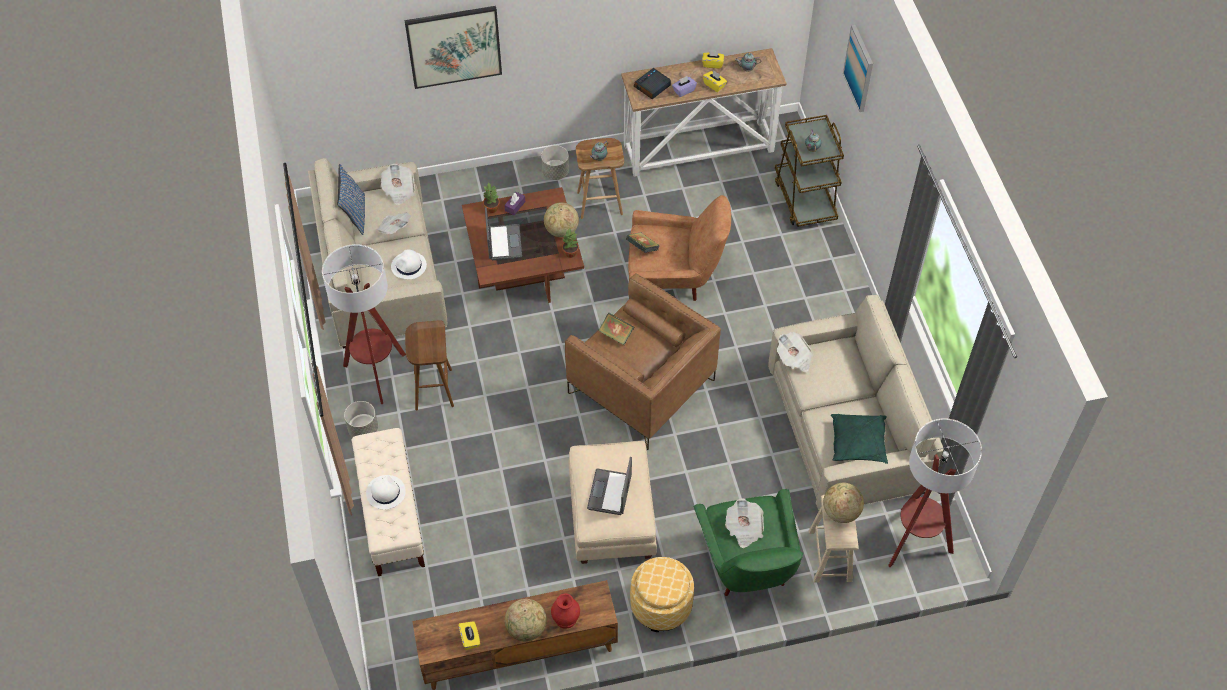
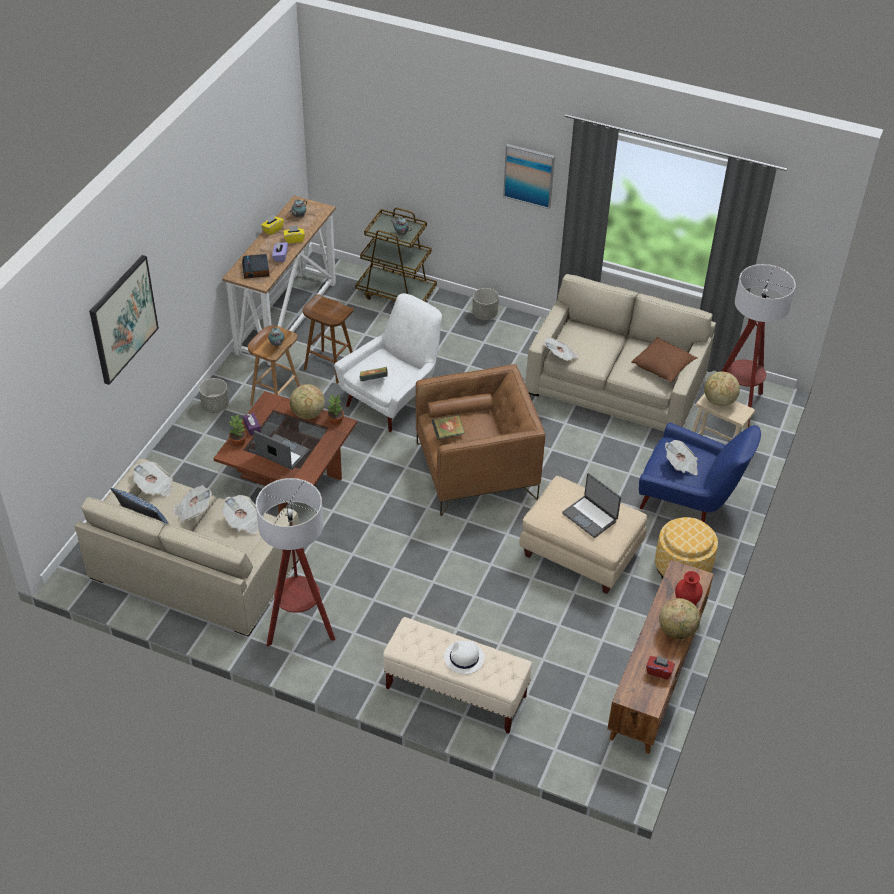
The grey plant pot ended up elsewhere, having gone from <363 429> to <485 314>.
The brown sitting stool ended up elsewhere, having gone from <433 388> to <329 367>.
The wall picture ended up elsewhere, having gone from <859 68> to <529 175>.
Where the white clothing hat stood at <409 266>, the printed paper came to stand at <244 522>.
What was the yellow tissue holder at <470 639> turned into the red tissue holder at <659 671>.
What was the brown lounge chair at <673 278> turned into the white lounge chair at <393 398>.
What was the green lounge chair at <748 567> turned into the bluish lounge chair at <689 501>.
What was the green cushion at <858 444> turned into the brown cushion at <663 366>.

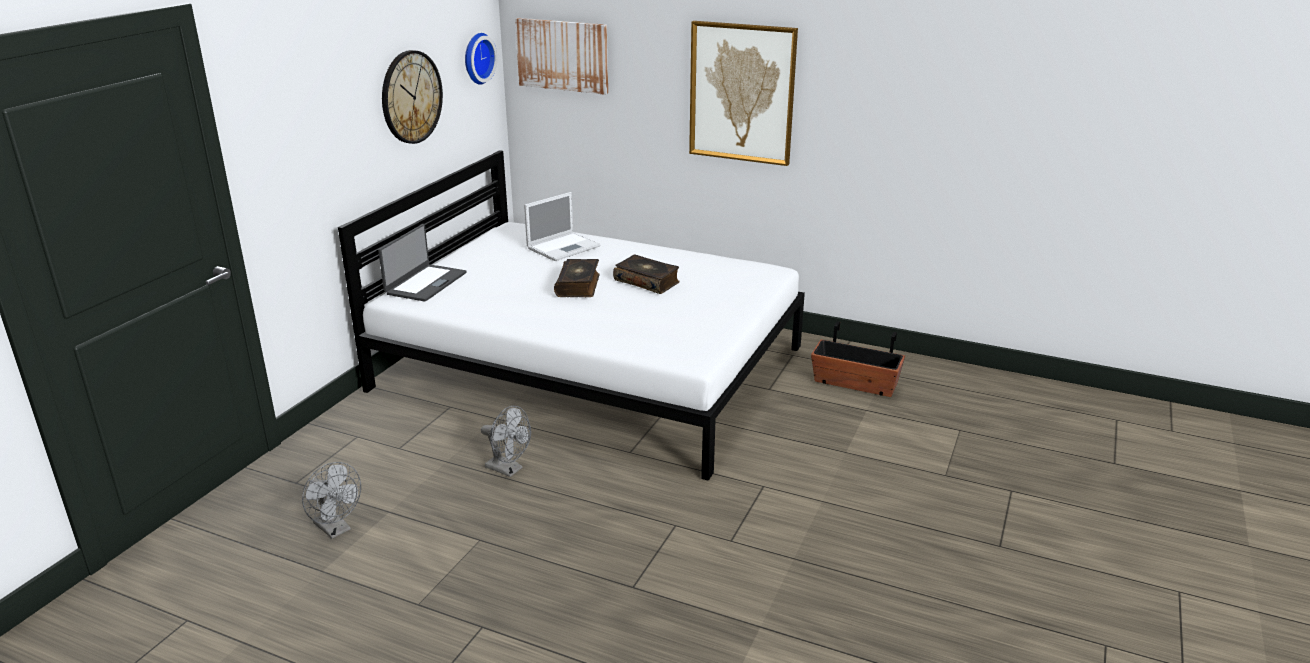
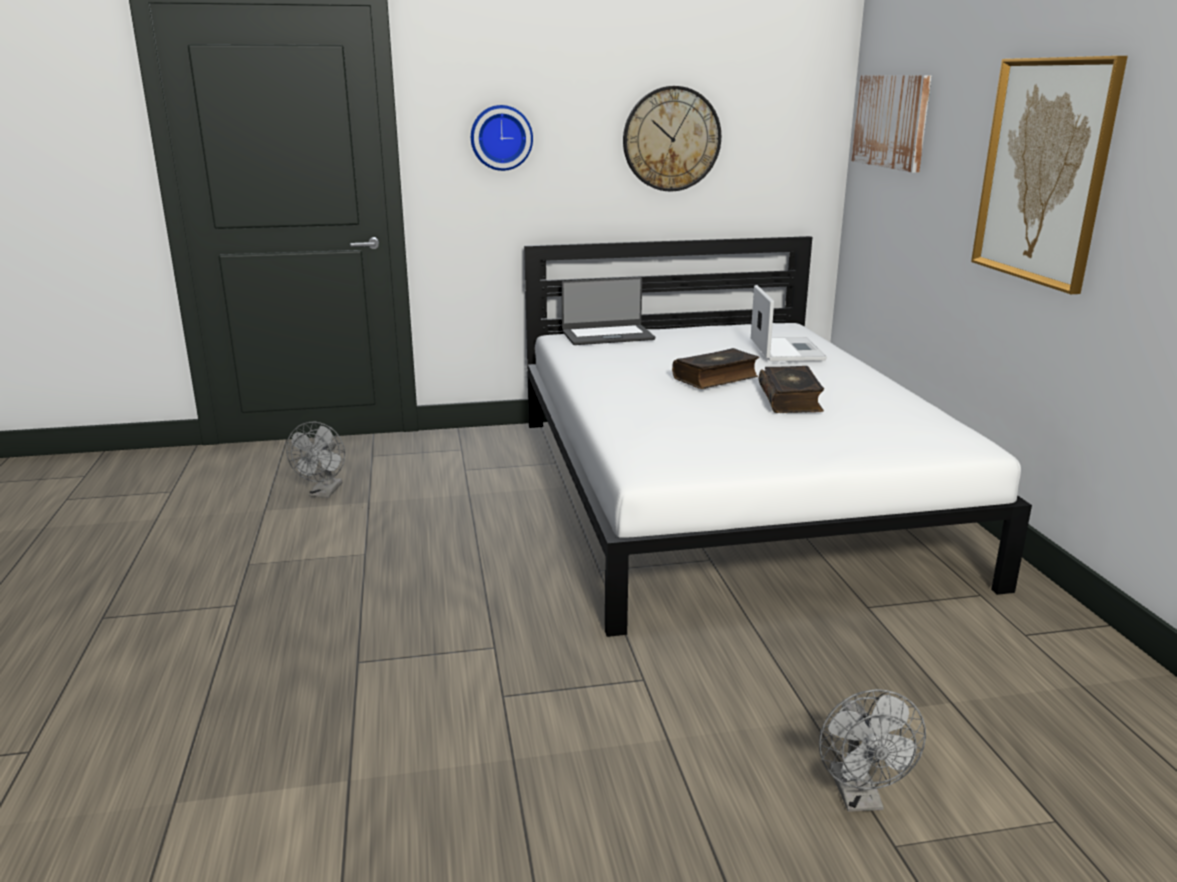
The second view lost the plant pot at <855 383>.
The clock on the wall ended up elsewhere, having gone from <476 58> to <501 137>.
The grey cooling fan ended up elsewhere, having gone from <508 469> to <859 798>.
The laptop at <564 247> ended up facing another way, 105 degrees counterclockwise from before.

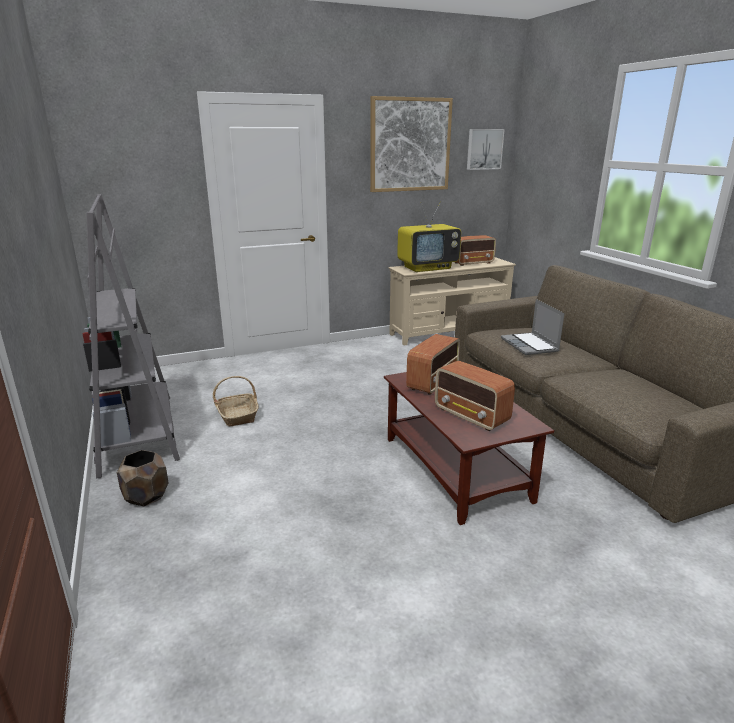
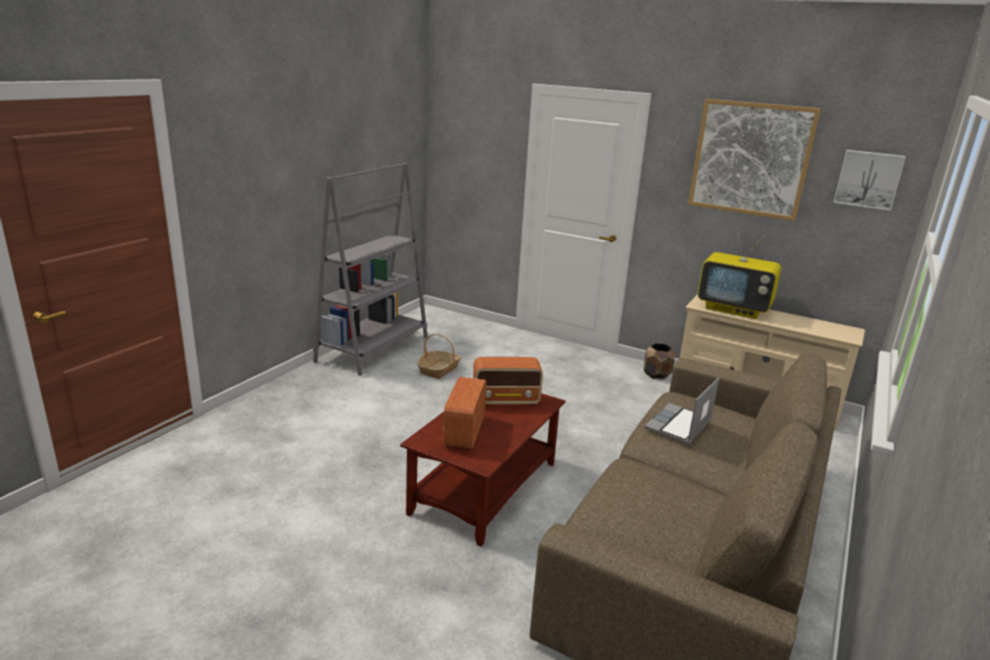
The second view lost the radio set at <472 263>.
The brown plant pot ended up elsewhere, having gone from <146 496> to <657 374>.

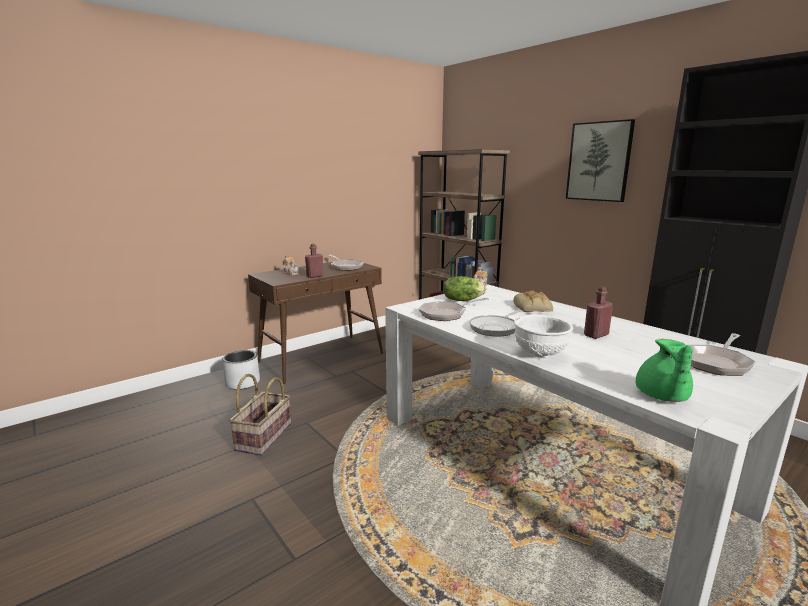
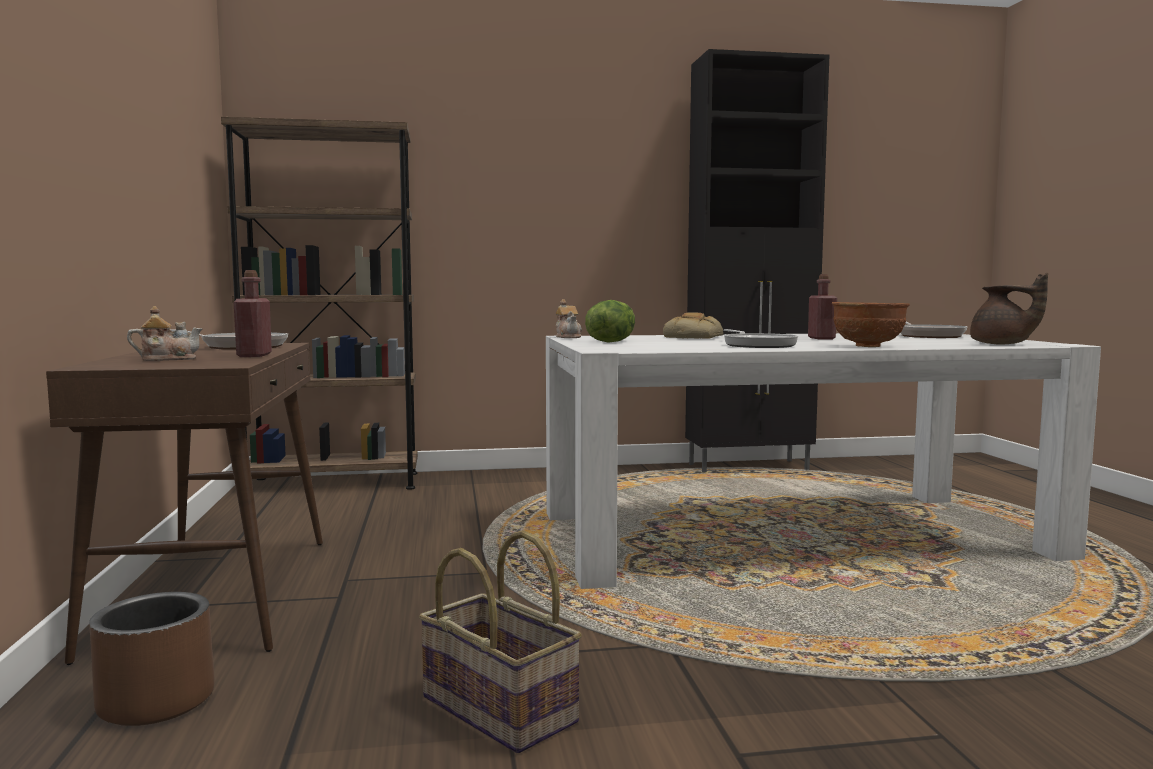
The second view lost the skillet at <446 314>.
The second view lost the wall picture at <599 161>.
What was the grey plant pot at <243 383> turned into the brown plant pot at <156 701>.
What was the white deep dish at <540 354> turned into the brown deep dish at <869 346>.
What was the green pot for tea at <661 396> turned into the brown pot for tea at <1002 344>.

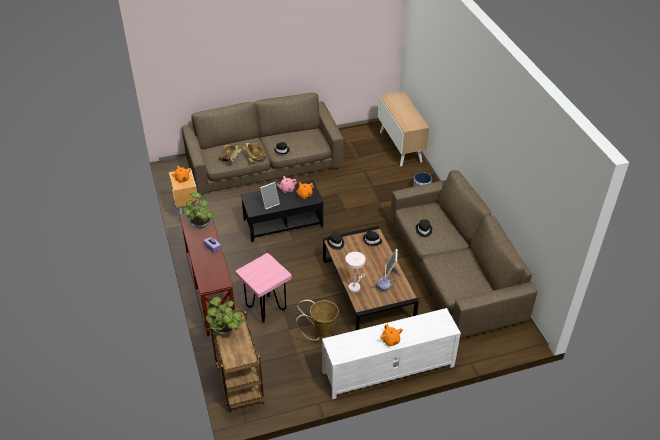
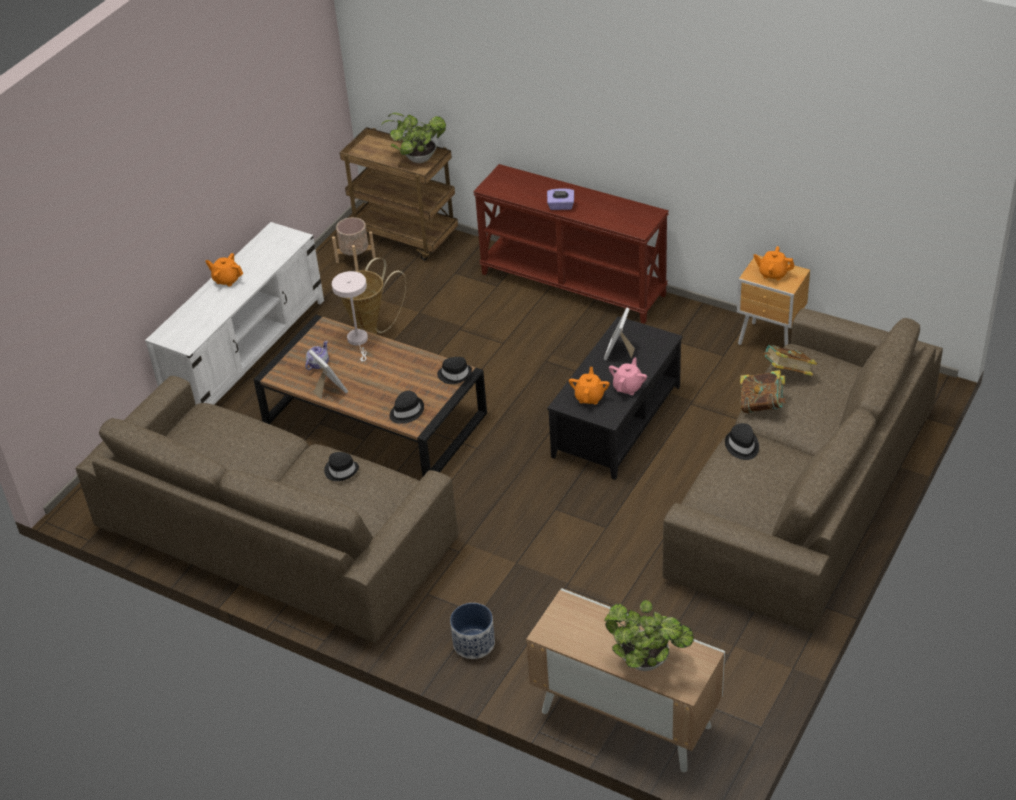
The second view lost the pink-coloured sitting stool at <266 309>.
The second view gained the sand-coloured plant pot at <355 259>.
The houseplant ended up elsewhere, having gone from <200 224> to <648 662>.

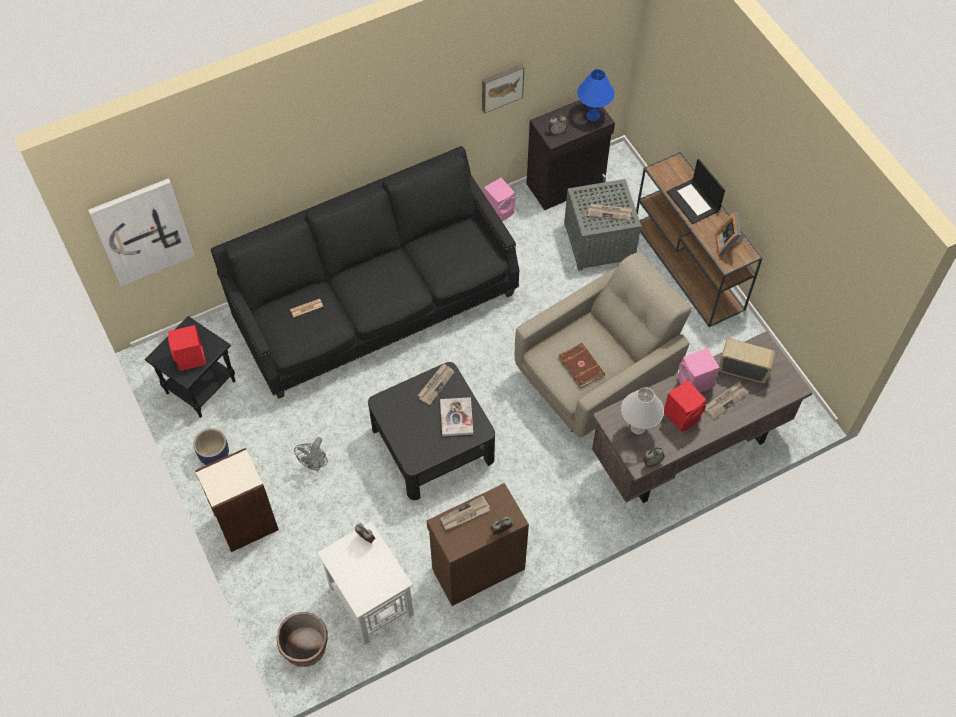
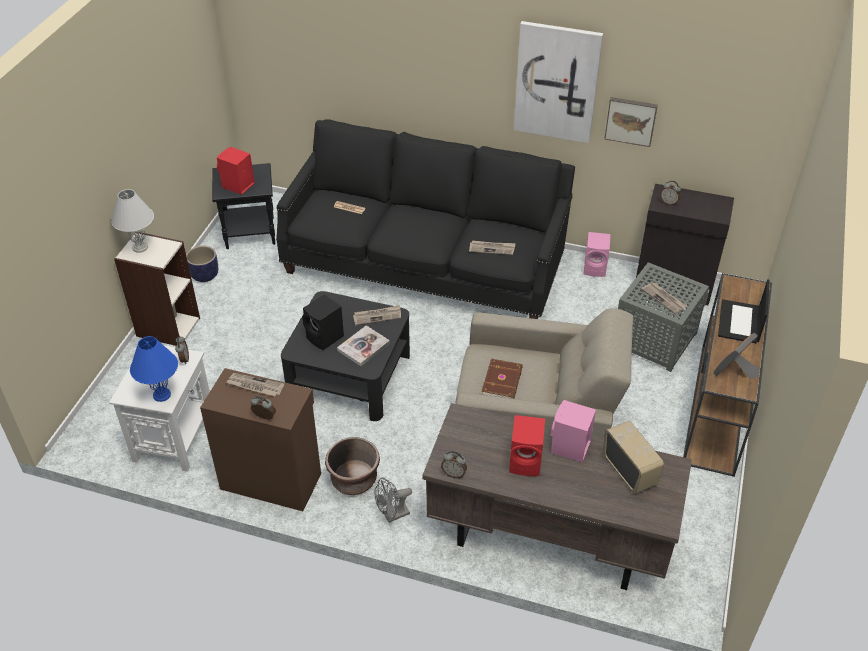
The second view gained the blackish speaker at <325 338>.
The wall picture ended up elsewhere, having gone from <142 231> to <557 82>.
The brown plant pot ended up elsewhere, having gone from <305 647> to <354 480>.
The grey cooling fan ended up elsewhere, having gone from <315 464> to <392 515>.
The bluish table lamp ended up elsewhere, having gone from <593 115> to <162 395>.
The white table lamp ended up elsewhere, having gone from <637 427> to <140 247>.
The printed paper ended up elsewhere, having gone from <725 400> to <492 248>.

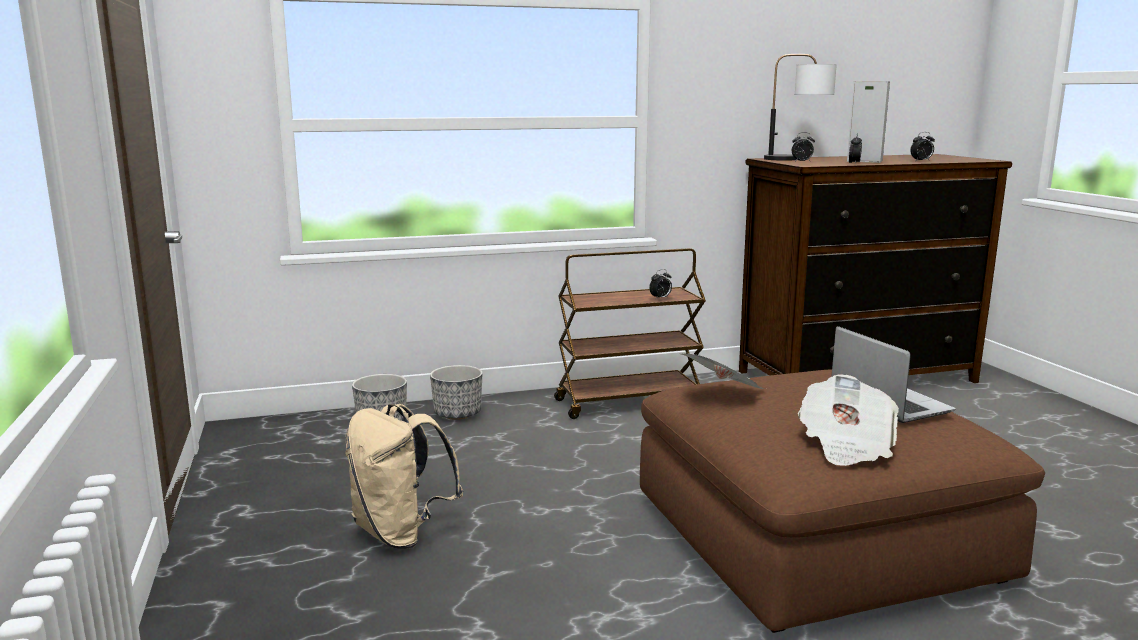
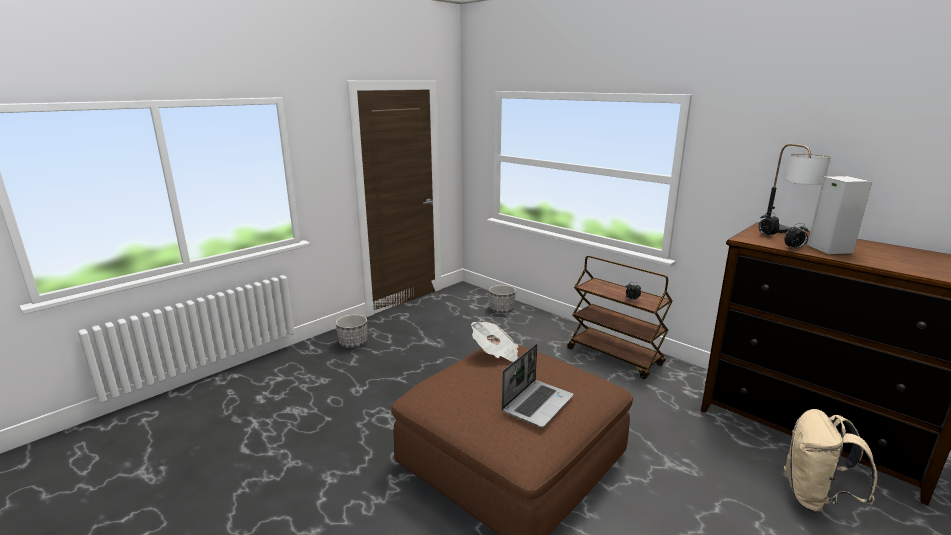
The second view lost the printed paper at <845 446>.
The second view lost the bedside clock at <921 161>.
The sand-coloured knapsack ended up elsewhere, having gone from <401 533> to <815 497>.
The plant pot ended up elsewhere, having gone from <457 414> to <353 343>.

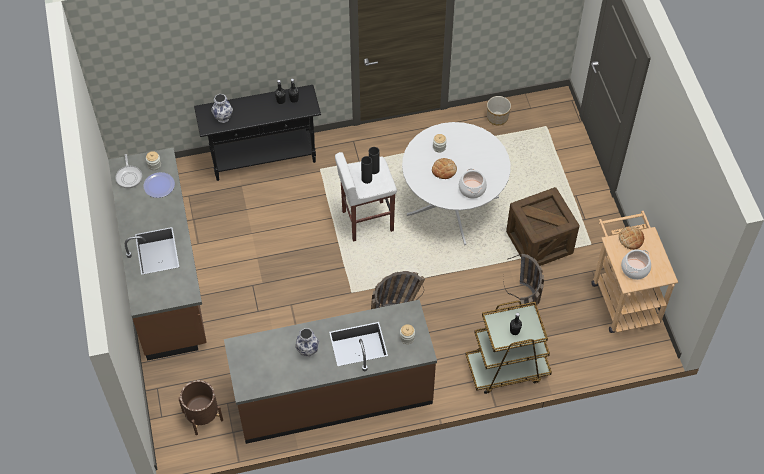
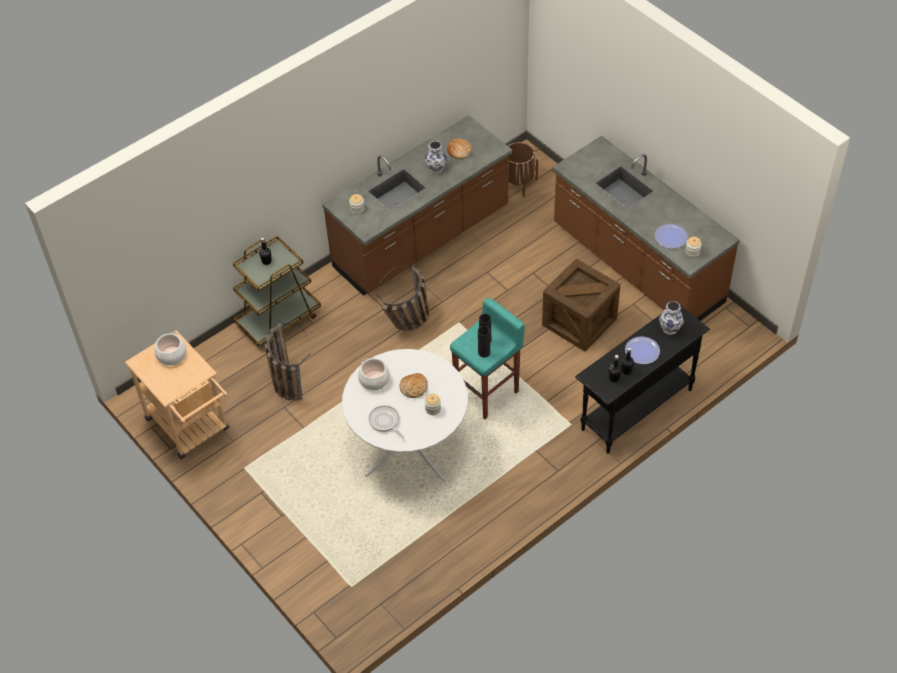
The second view lost the plant pot at <497 117>.
The second view gained the dinner plate at <642 351>.
The skillet ended up elsewhere, having gone from <129 176> to <385 422>.
The packing crate ended up elsewhere, having gone from <539 242> to <579 322>.
The baked bread ended up elsewhere, having gone from <631 239> to <459 150>.
What was the white sitting stool at <366 220> turned into the turquoise-coloured sitting stool at <488 393>.

